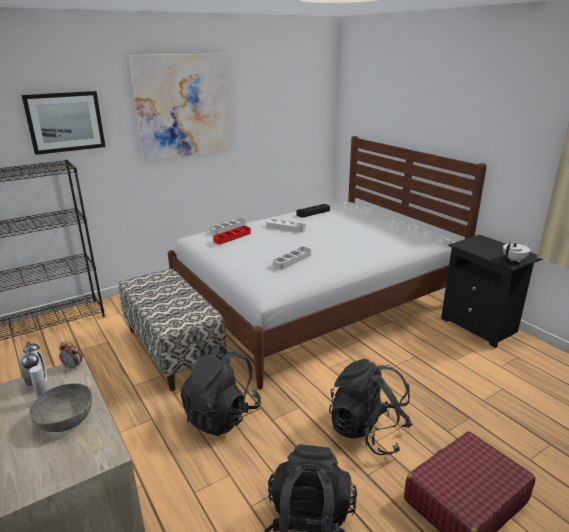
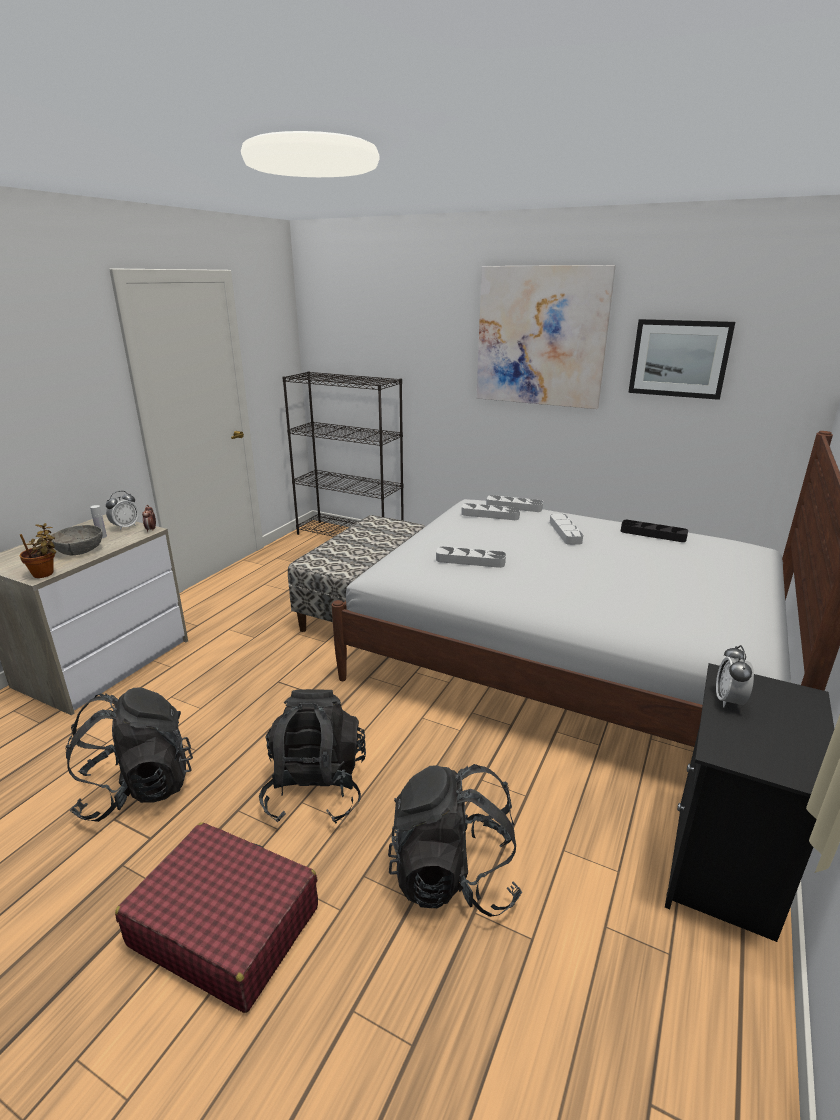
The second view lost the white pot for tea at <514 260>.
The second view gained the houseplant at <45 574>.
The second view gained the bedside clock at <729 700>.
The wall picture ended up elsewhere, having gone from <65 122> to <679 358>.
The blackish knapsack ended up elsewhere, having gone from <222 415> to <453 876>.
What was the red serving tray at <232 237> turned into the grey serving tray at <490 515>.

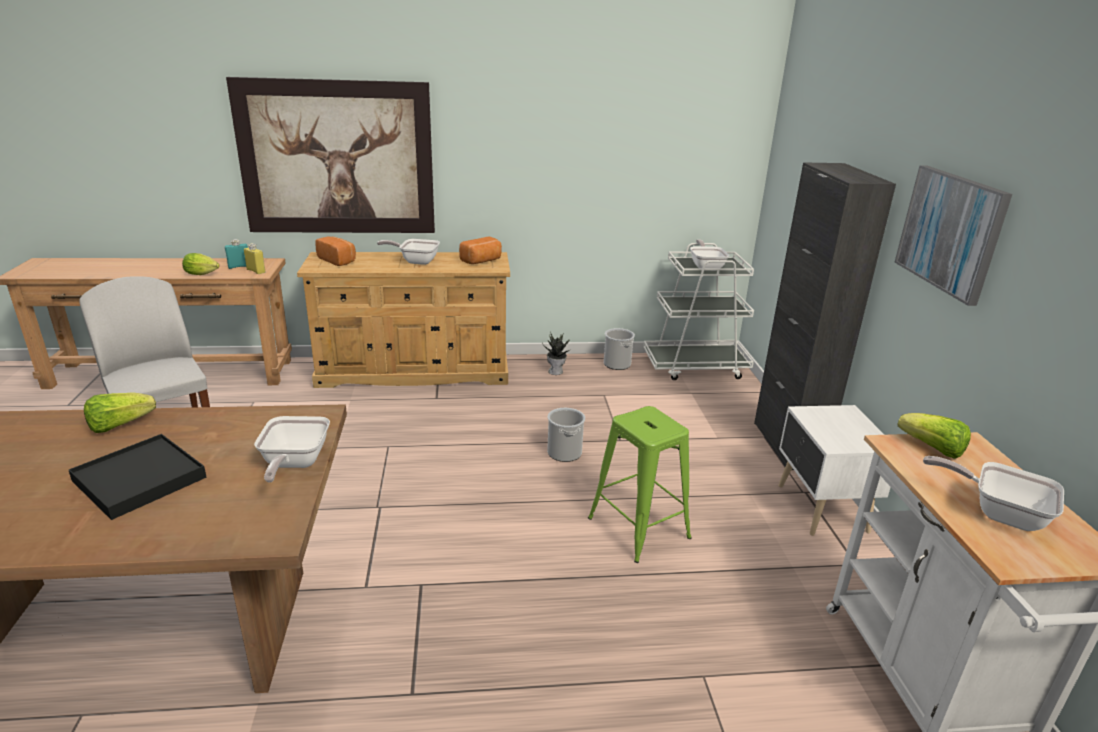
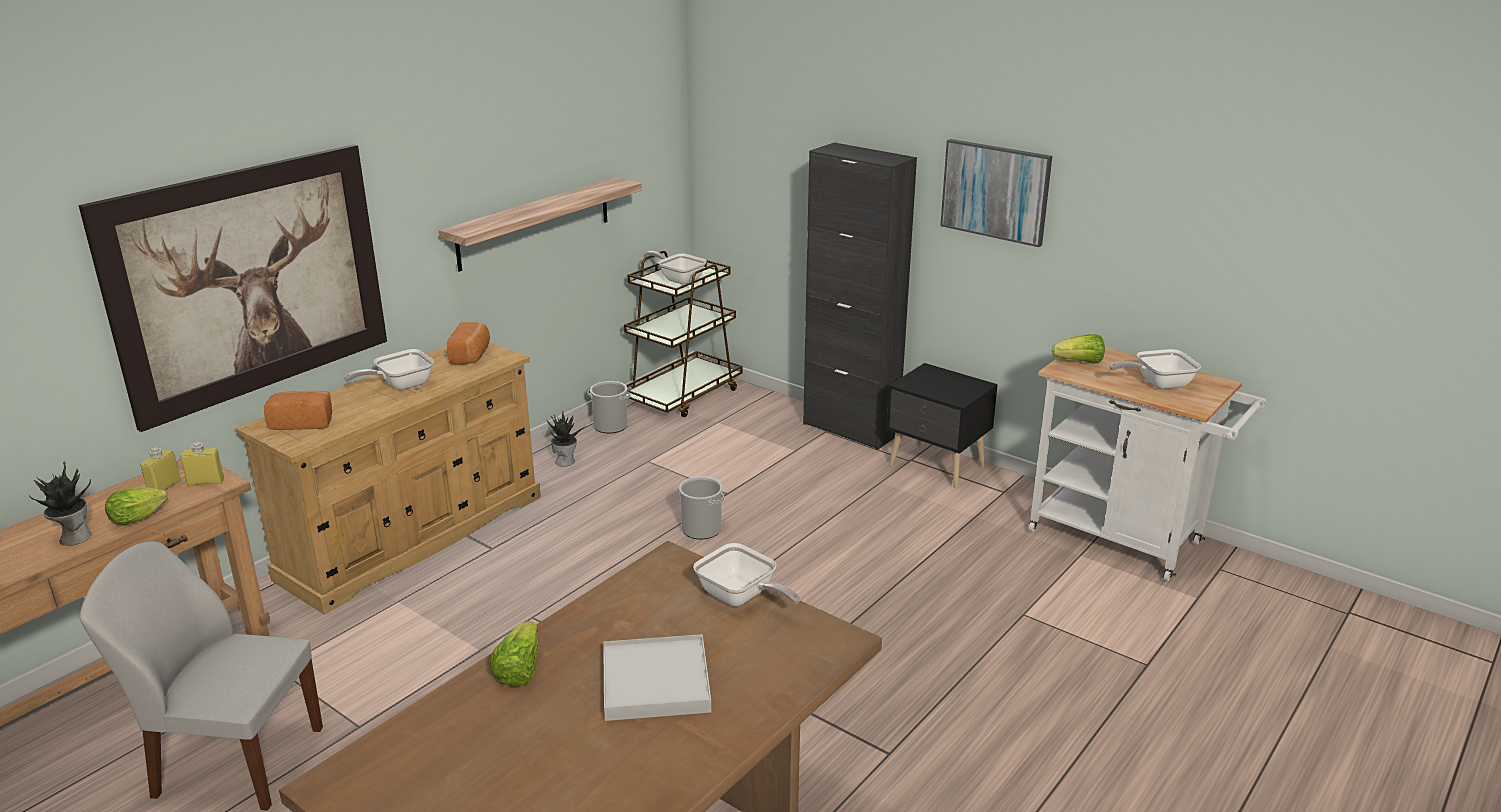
The second view lost the green sitting stool at <638 527>.
The second view gained the houseplant at <74 537>.
The second view gained the shelf at <534 223>.
What was the blackish serving tray at <140 479> turned into the white serving tray at <656 682>.
What was the turquoise-coloured beverage bottle at <239 266> turned into the yellow beverage bottle at <164 487>.
What was the white wheeled cart at <695 367> turned into the brown wheeled cart at <683 395>.
What was the white night table at <820 509> turned into the blackish night table at <937 467>.

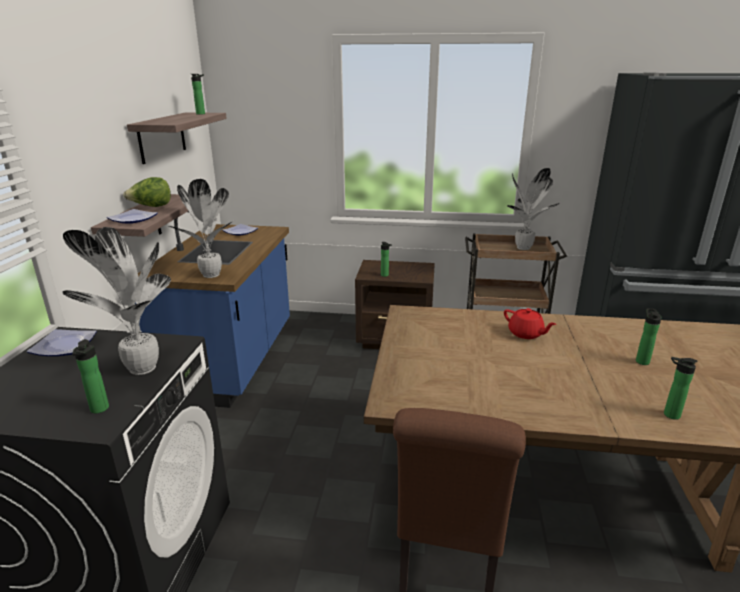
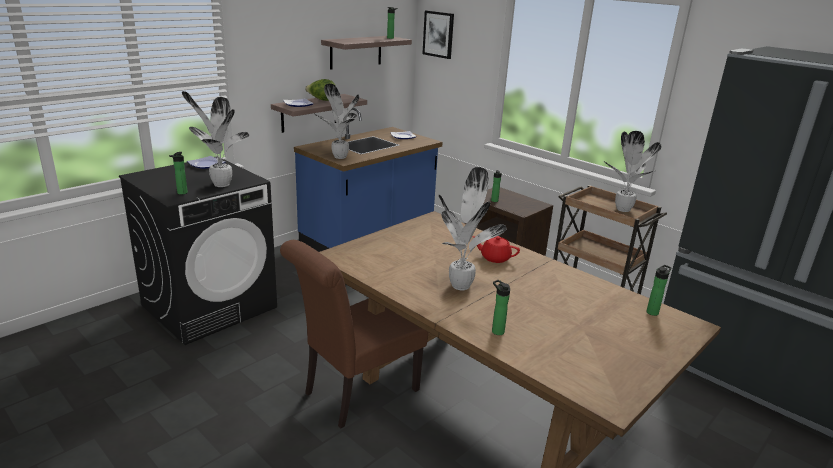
The second view gained the wall picture at <438 34>.
The second view gained the houseplant at <461 285>.
The beverage bottle ended up elsewhere, having gone from <641 360> to <653 312>.
The red pot for tea at <526 334> ended up facing another way, 120 degrees clockwise from before.

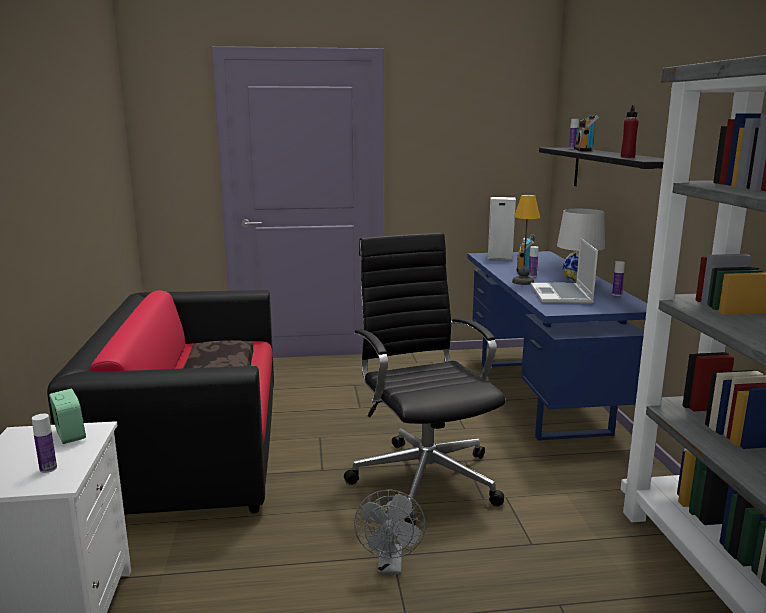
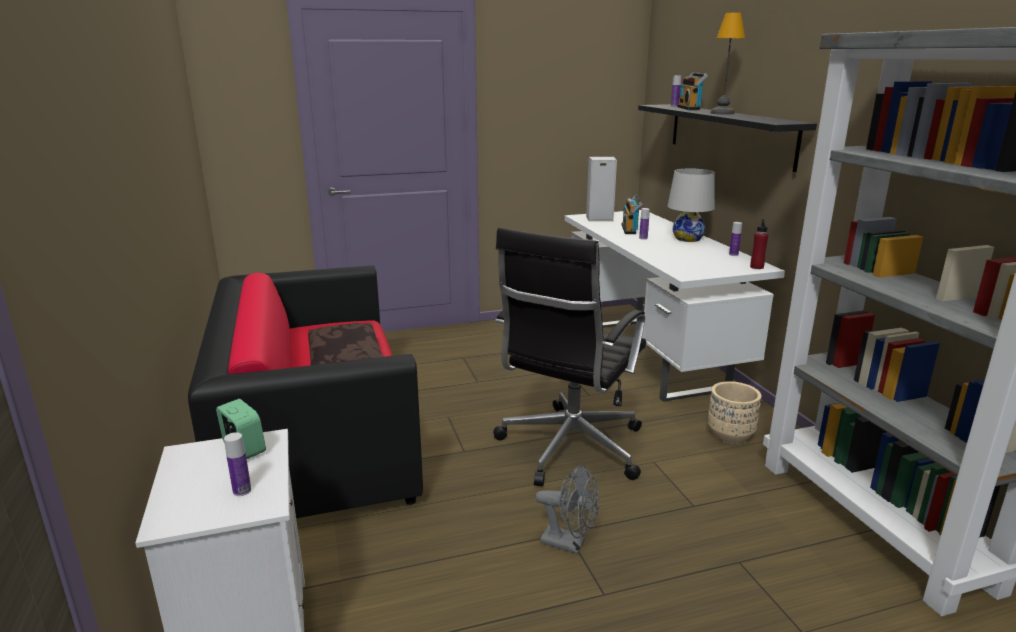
The second view lost the laptop at <562 295>.
The second view gained the sand-coloured plant pot at <730 435>.
The table lamp ended up elsewhere, having gone from <523 282> to <722 113>.
The red beverage bottle ended up elsewhere, having gone from <627 157> to <756 267>.
What was the bluish desk unit at <541 396> turned into the white desk unit at <650 356>.
The blackish office chair at <424 477> ended up facing another way, 120 degrees counterclockwise from before.
The grey cooling fan at <390 566> ended up facing another way, 60 degrees counterclockwise from before.

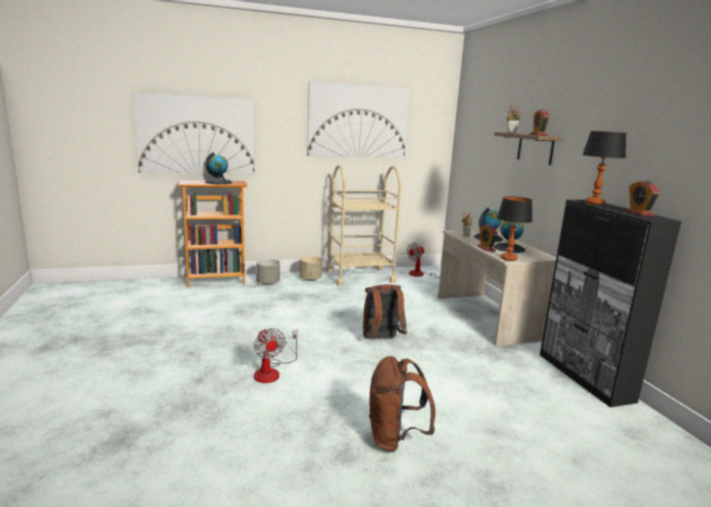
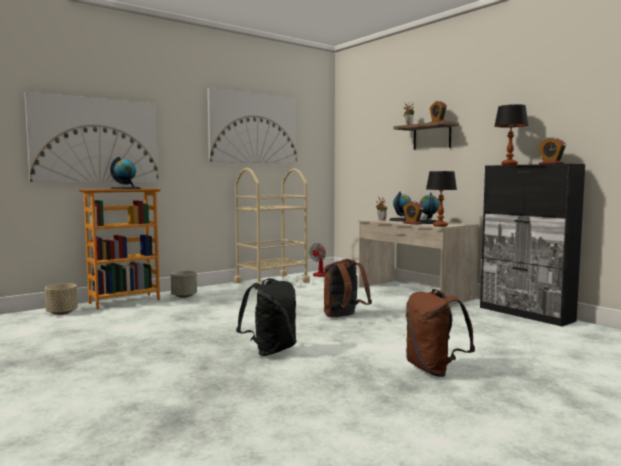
The sand-coloured plant pot ended up elsewhere, having gone from <310 279> to <62 313>.
Where the cooling fan stood at <272 371>, the blackish knapsack came to stand at <270 350>.

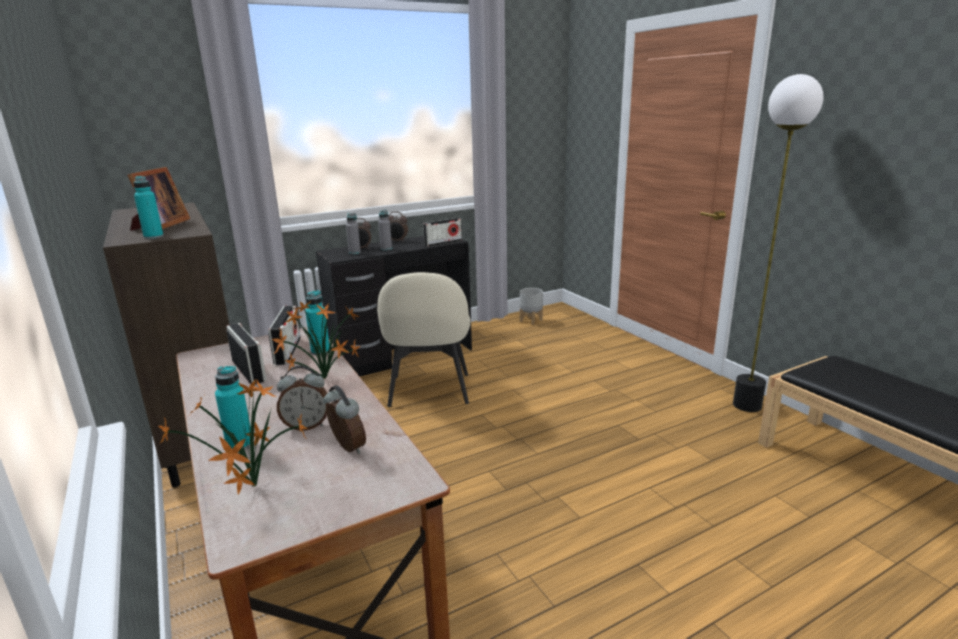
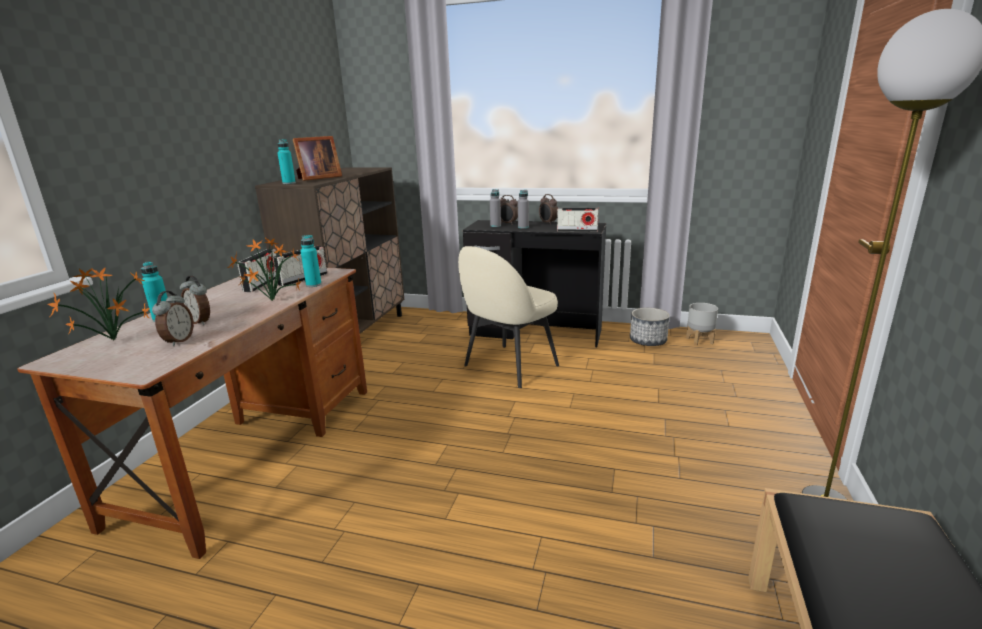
The second view gained the plant pot at <648 341>.

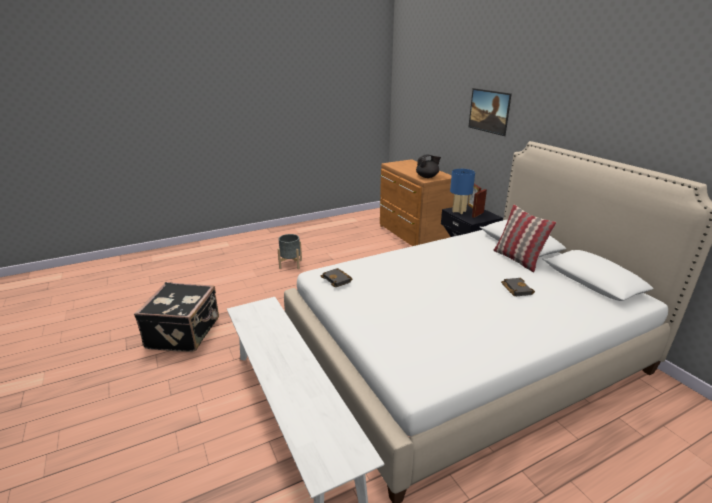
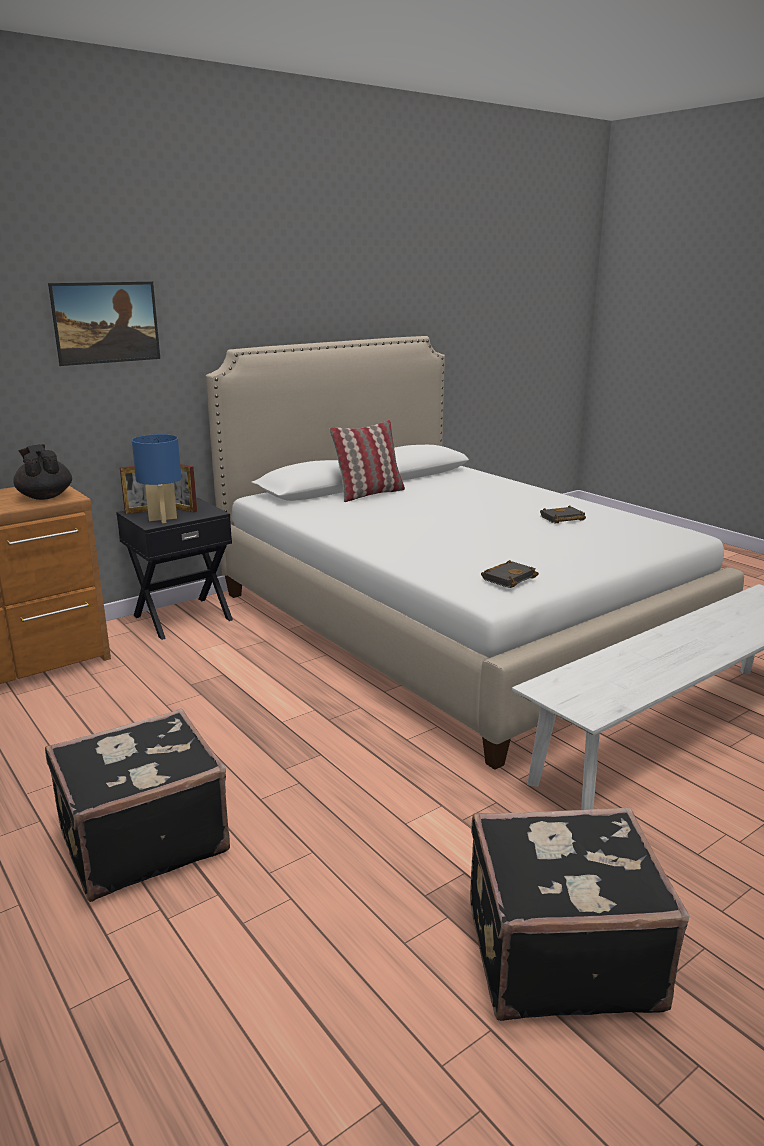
The blackish volume ended up elsewhere, having gone from <515 289> to <562 519>.
Where the grey plant pot stood at <290 264>, the blackish piece of luggage came to stand at <141 839>.

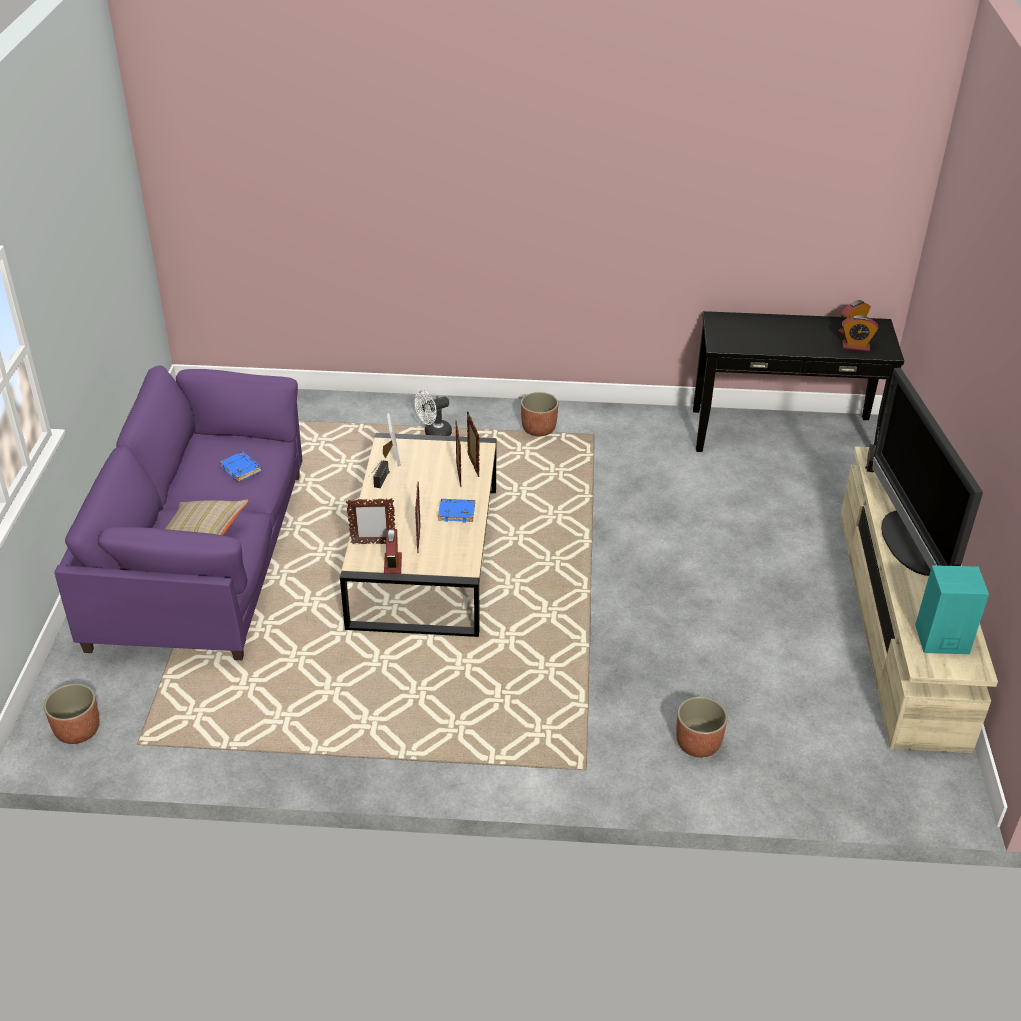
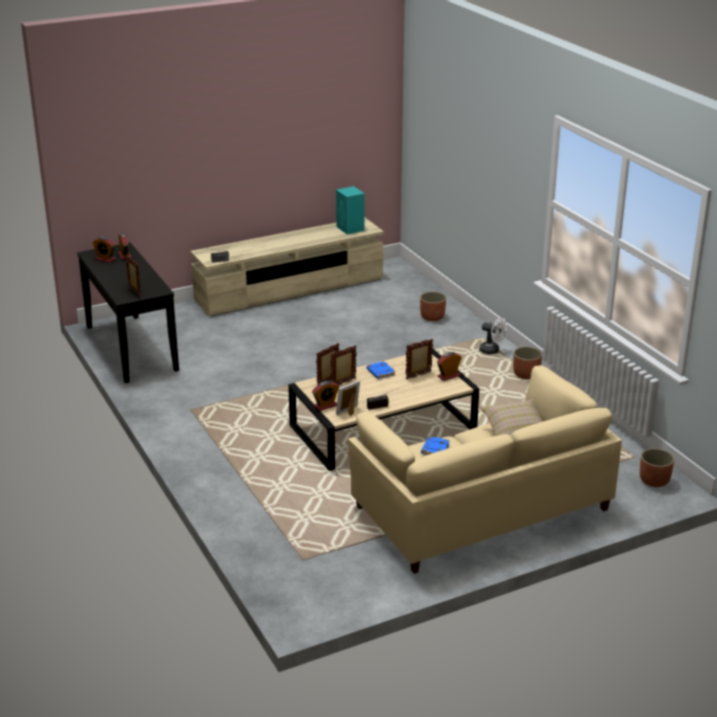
The second view lost the TV at <909 543>.
The second view gained the bedside clock at <326 406>.
The picture frame ended up elsewhere, having gone from <373 543> to <134 292>.
The white cooling fan ended up elsewhere, having gone from <433 434> to <492 351>.
The plant pot ended up elsewhere, having gone from <538 429> to <526 374>.
What was the purple-coloured couch at <202 558> turned into the sand-coloured couch at <481 507>.

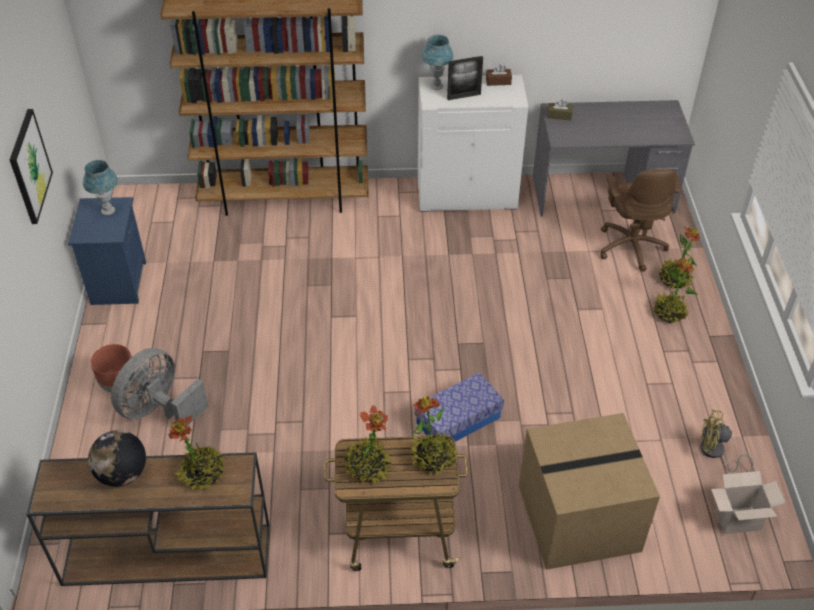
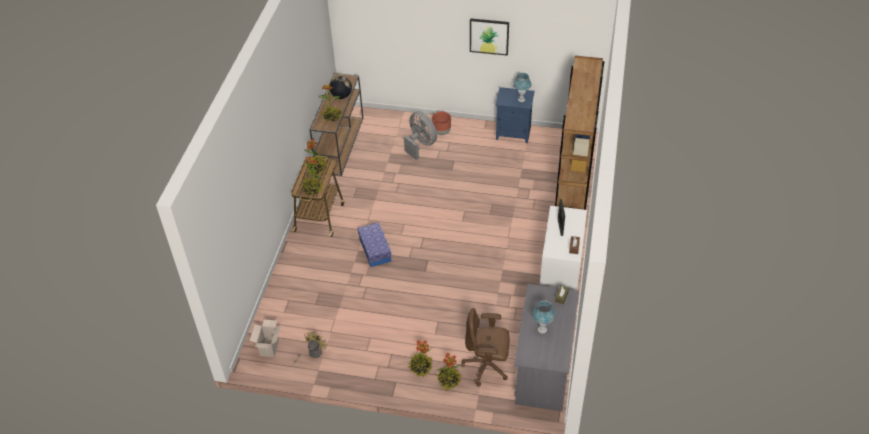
The second view lost the packing box at <577 519>.
The bluish table lamp ended up elsewhere, having gone from <436 86> to <542 330>.

